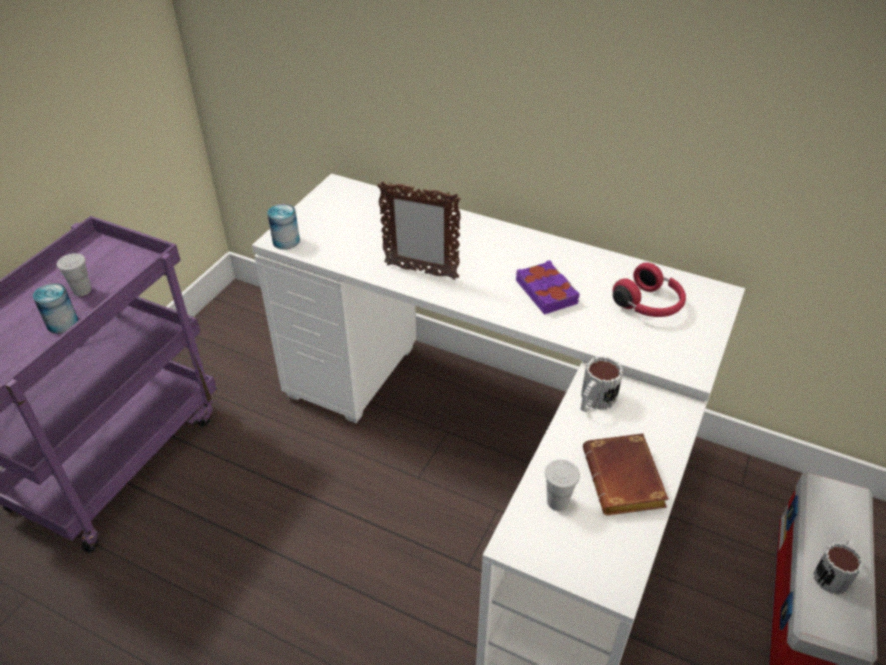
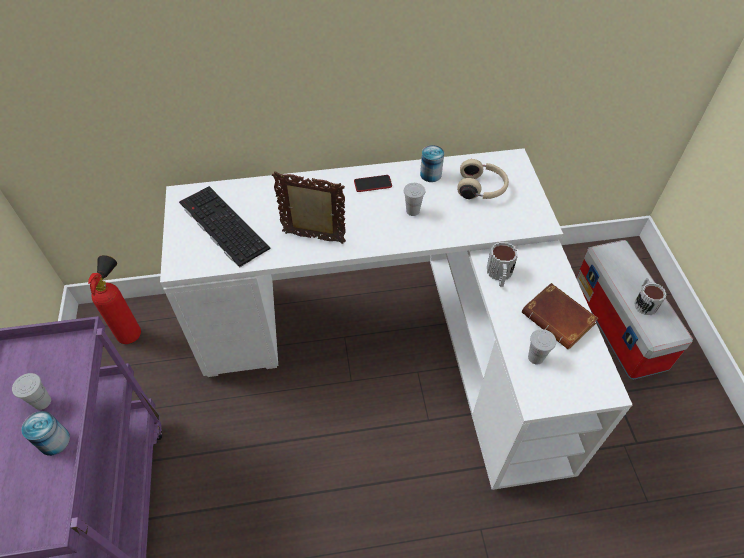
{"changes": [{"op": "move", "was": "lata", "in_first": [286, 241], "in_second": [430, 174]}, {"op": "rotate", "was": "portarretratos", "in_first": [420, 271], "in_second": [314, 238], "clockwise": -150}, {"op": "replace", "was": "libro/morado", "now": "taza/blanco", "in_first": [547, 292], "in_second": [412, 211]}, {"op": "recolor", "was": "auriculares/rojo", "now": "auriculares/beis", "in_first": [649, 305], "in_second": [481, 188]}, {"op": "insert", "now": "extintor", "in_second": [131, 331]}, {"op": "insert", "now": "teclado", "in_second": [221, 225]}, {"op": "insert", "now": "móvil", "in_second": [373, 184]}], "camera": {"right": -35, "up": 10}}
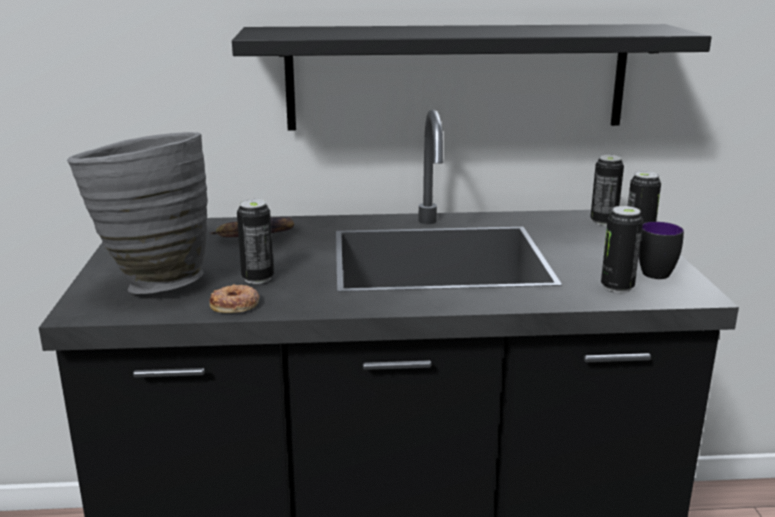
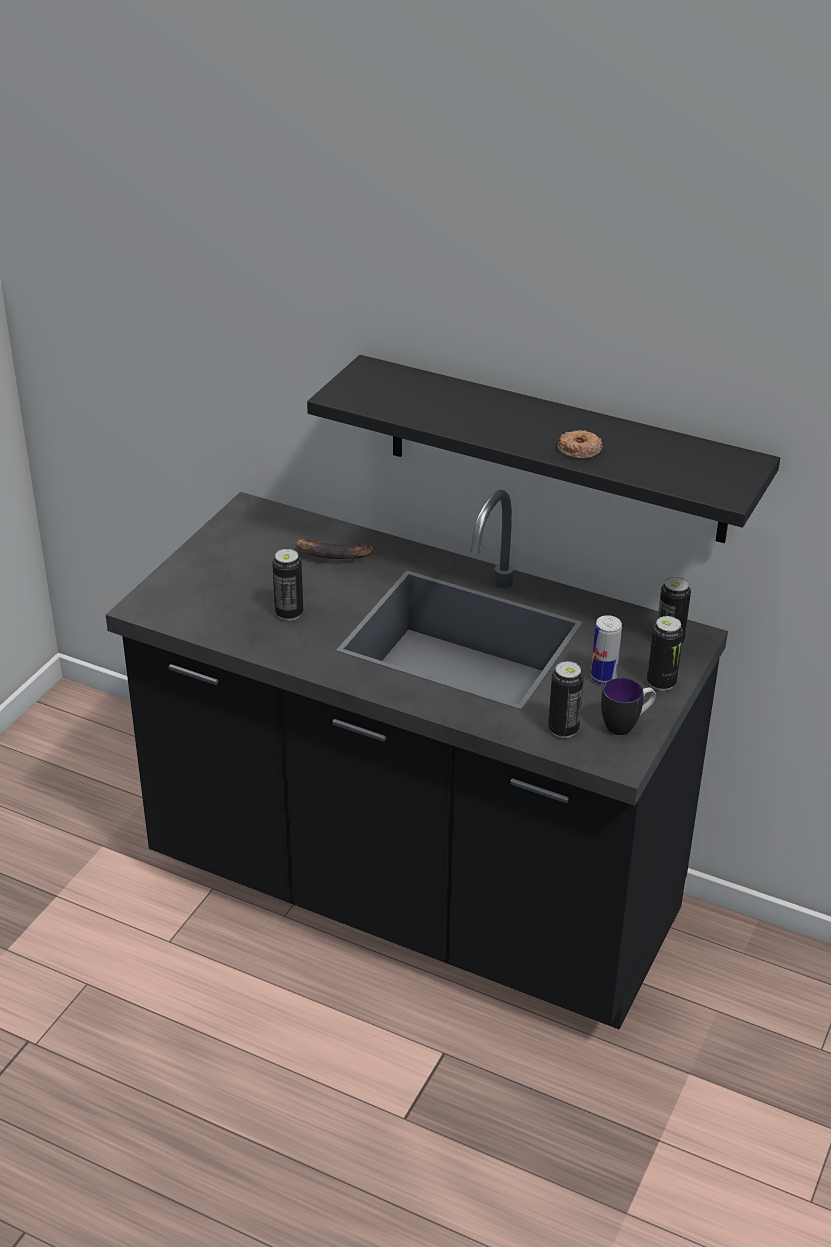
{"changes": [{"op": "delete", "was": "florero/gris", "in_first": [151, 283]}, {"op": "move", "was": "rosquilla", "in_first": [235, 305], "in_second": [580, 449]}, {"op": "insert", "now": "lata", "in_second": [603, 678]}], "camera": {"right": 30, "up": 15}}
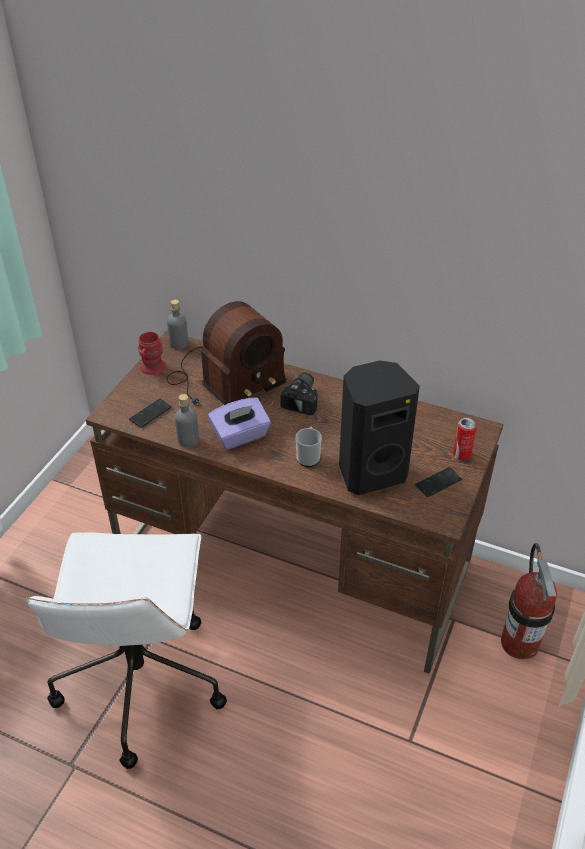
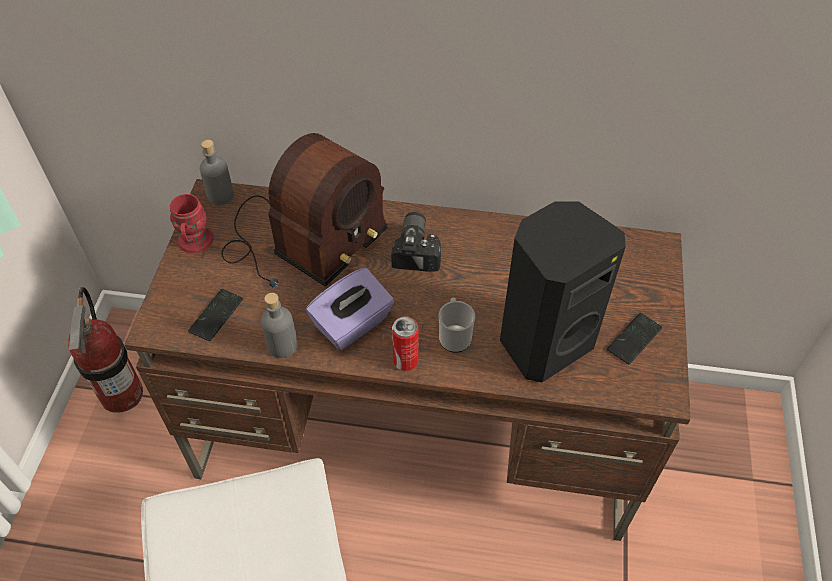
{"changes": [{"op": "move", "was": "lata", "in_first": [461, 455], "in_second": [405, 361]}, {"op": "move", "was": "extintor", "in_first": [519, 643], "in_second": [121, 394]}], "camera": {"right": -15, "up": 10}}
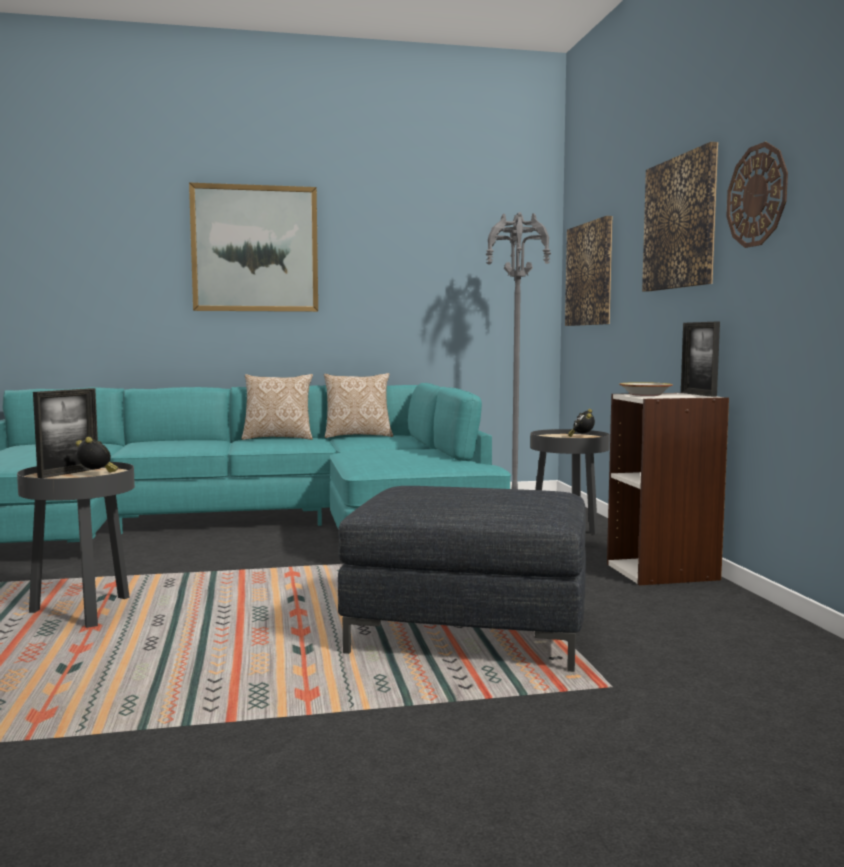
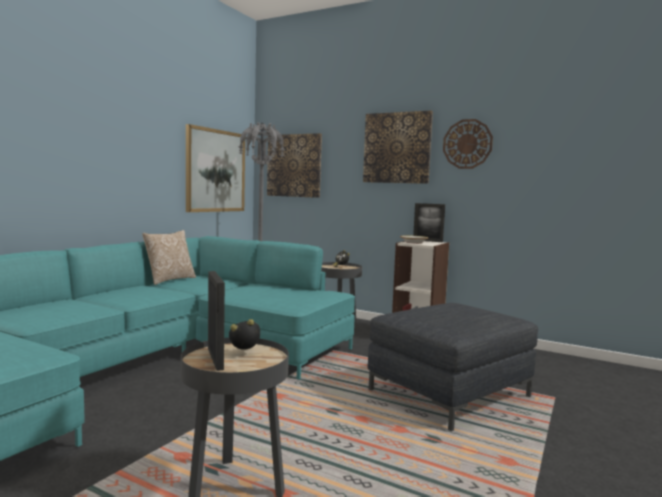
{"changes": [{"op": "move", "was": "cuadro", "in_first": [255, 249], "in_second": [215, 171]}, {"op": "delete", "was": "cojín", "in_first": [278, 438]}], "camera": {"right": -50, "up": 0}}
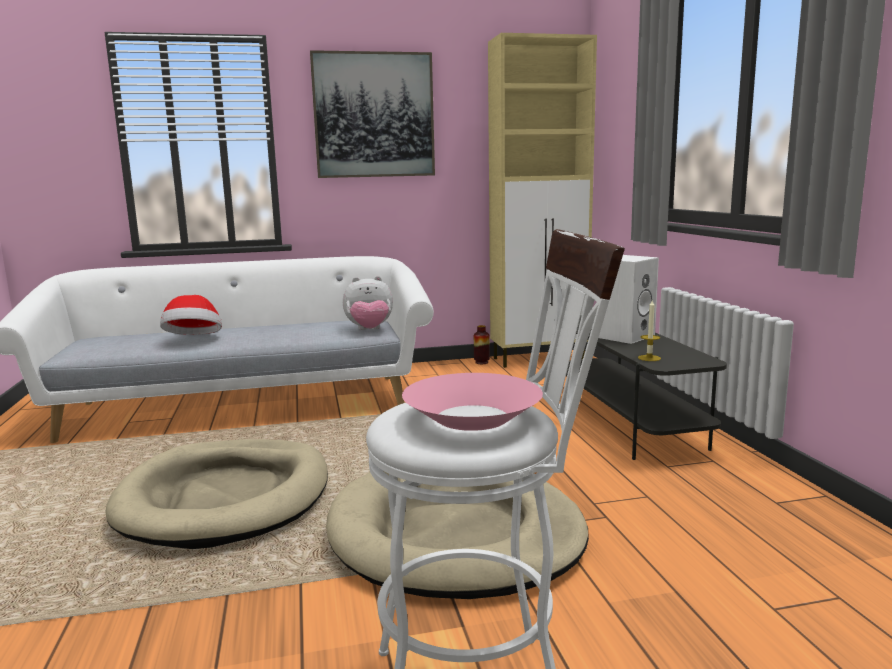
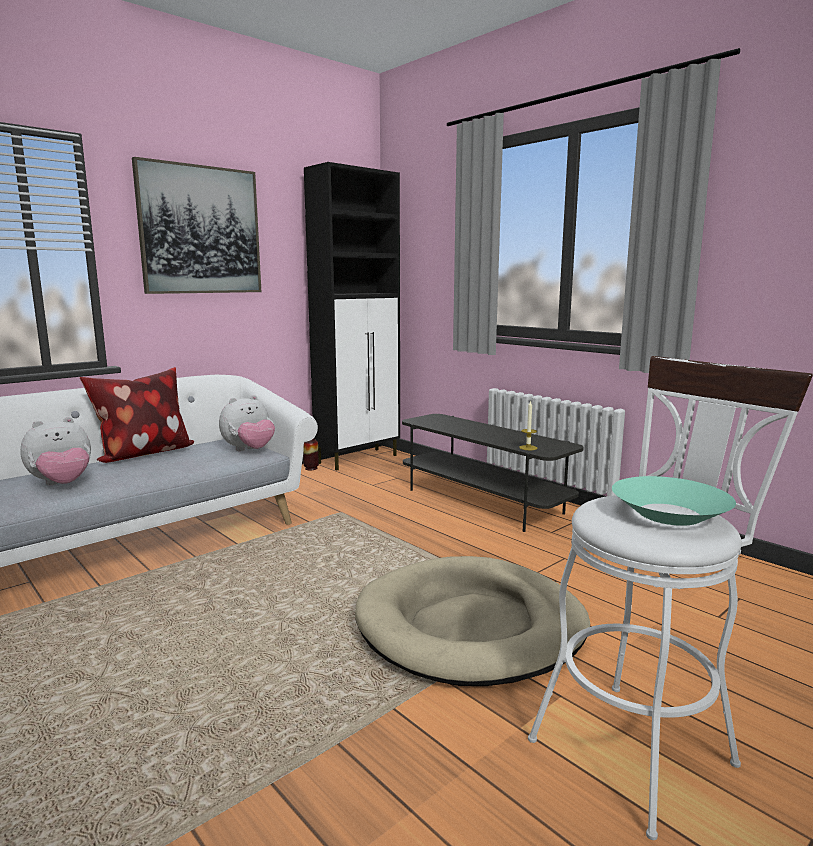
{"changes": [{"op": "delete", "was": "cama para perro/beis", "in_first": [226, 498]}, {"op": "replace", "was": "sombrero", "now": "peluche", "in_first": [194, 339], "in_second": [62, 484]}, {"op": "recolor", "was": "cuenco/rosa", "now": "cuenco/turquesa", "in_first": [473, 417], "in_second": [670, 514]}, {"op": "recolor", "was": "armario/beis", "now": "armario/negro", "in_first": [539, 359], "in_second": [359, 459]}, {"op": "delete", "was": "altavoz/blanco", "in_first": [625, 336]}, {"op": "insert", "now": "cojín", "in_second": [143, 454]}], "camera": {"right": -30, "up": 0}}
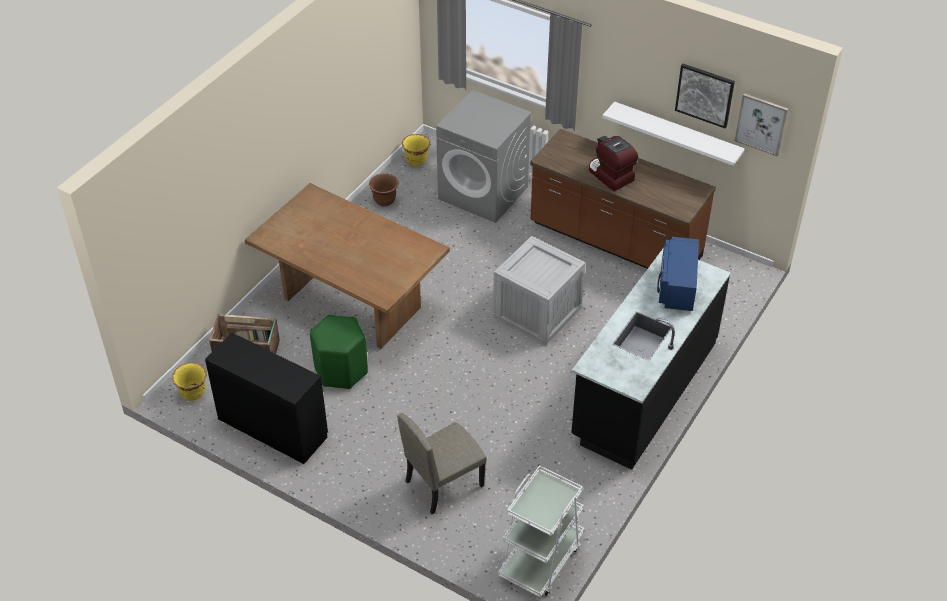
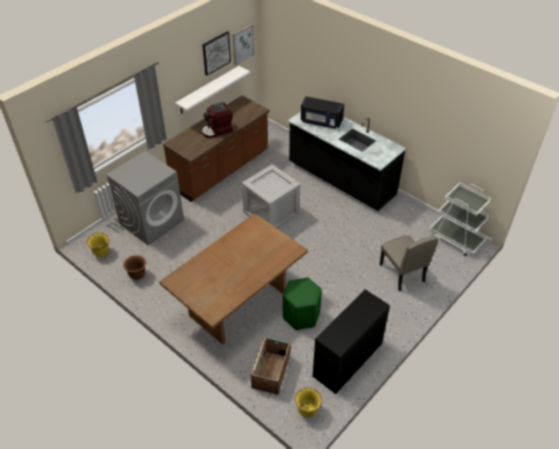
{"changes": [{"op": "recolor", "was": "microondas/azul", "now": "microondas/negro", "in_first": [676, 286], "in_second": [321, 121]}], "camera": {"right": -80, "up": 0}}
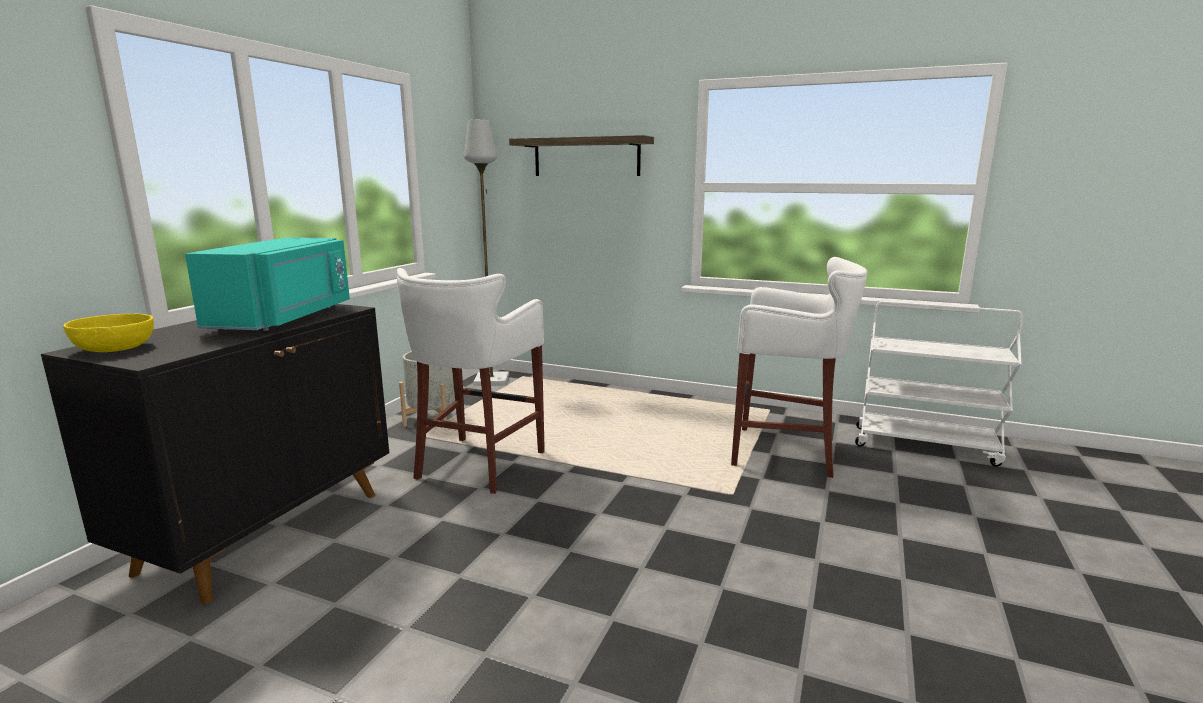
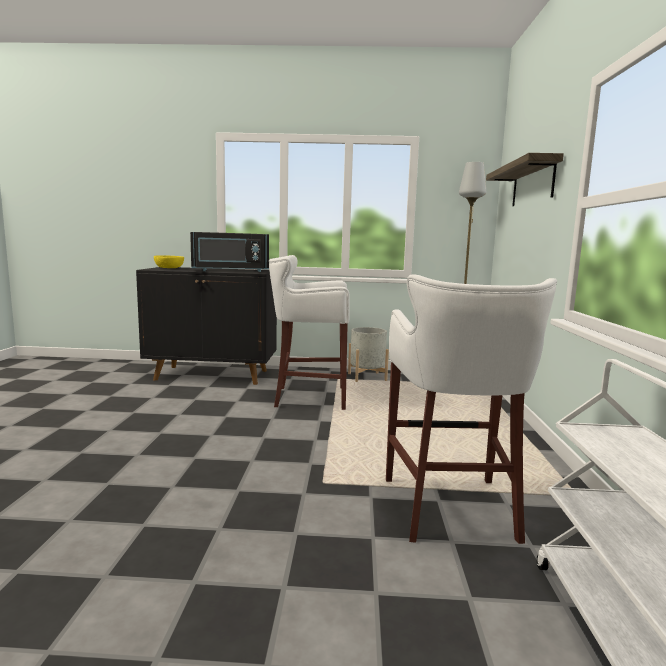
{"changes": [{"op": "recolor", "was": "microondas/turquesa", "now": "microondas/negro", "in_first": [286, 318], "in_second": [230, 271]}], "camera": {"right": 70, "up": -5}}
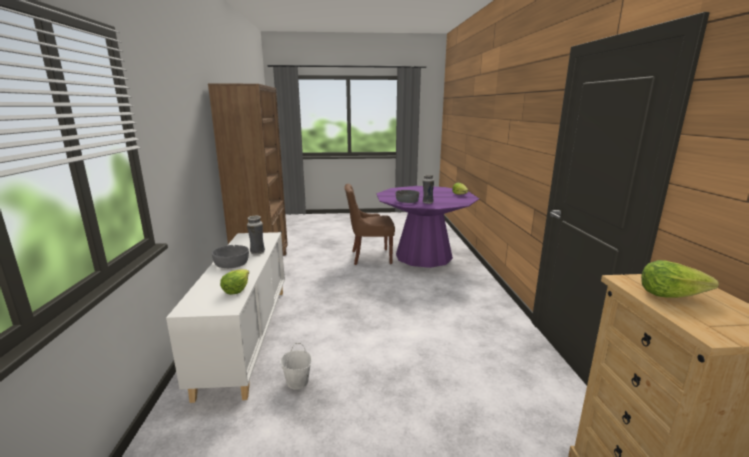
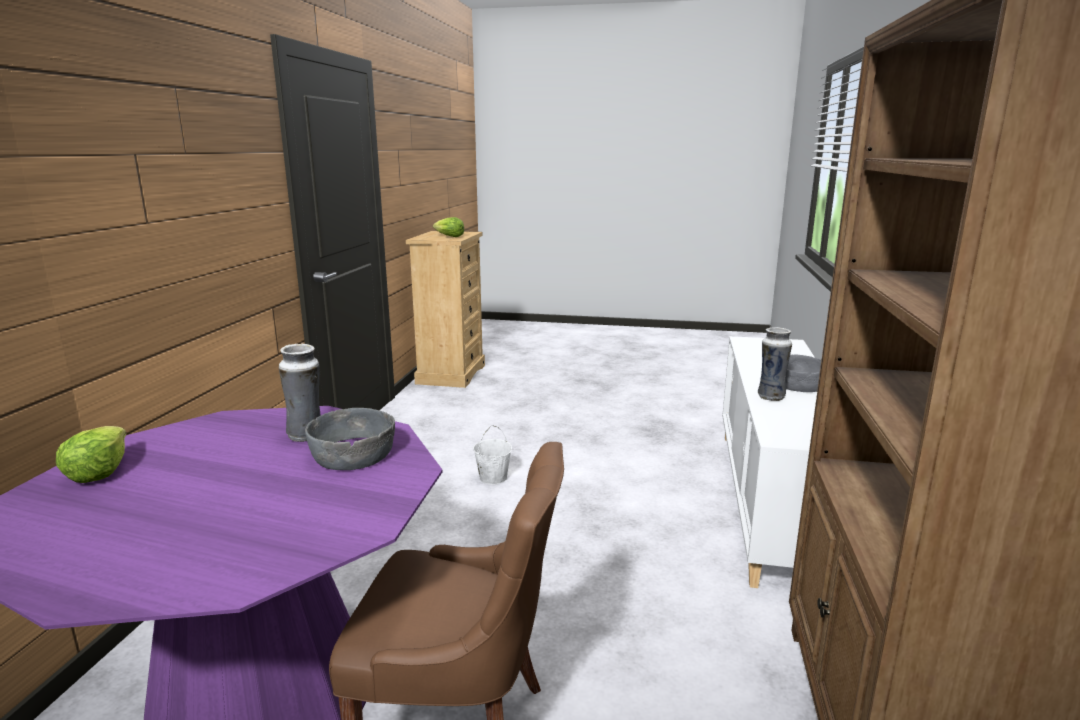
{"changes": [{"op": "delete", "was": "lechuga", "in_first": [236, 289]}, {"op": "move", "was": "cubo/blanco", "in_first": [297, 382], "in_second": [492, 478]}], "camera": {"right": -165, "up": 0}}
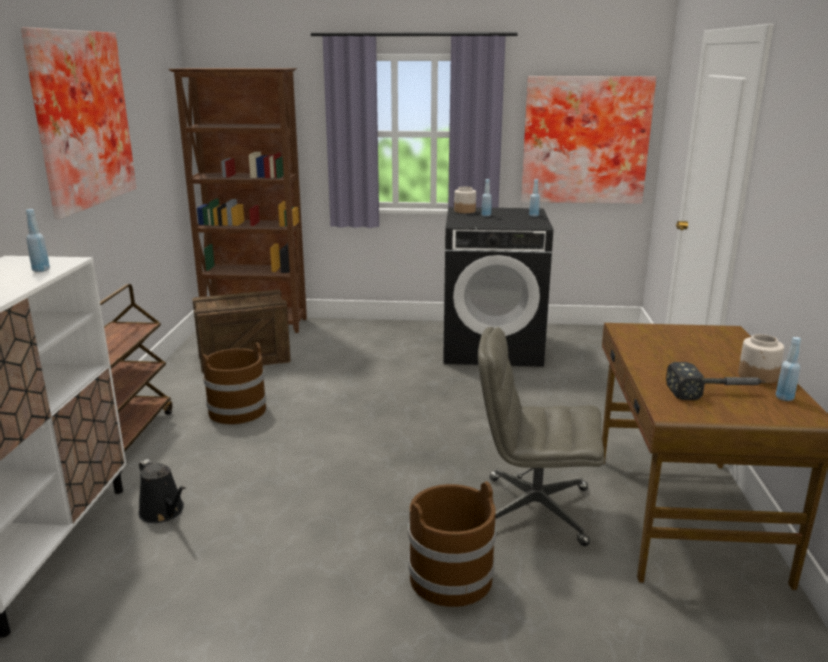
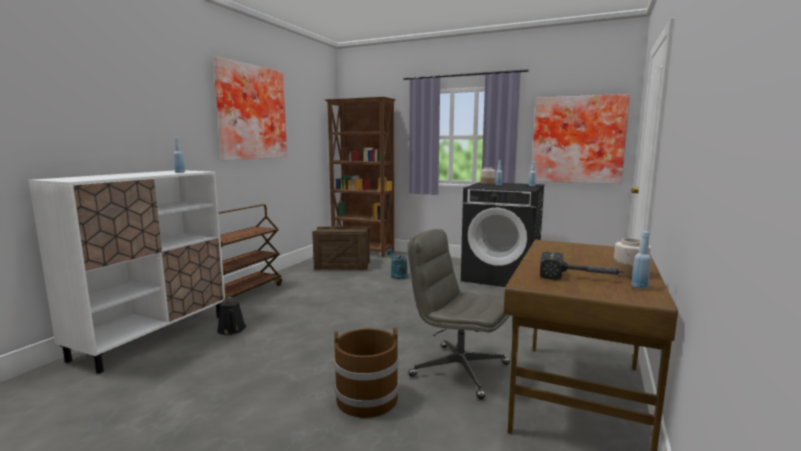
{"changes": [{"op": "delete", "was": "cubo/marrón", "in_first": [237, 410]}, {"op": "insert", "now": "regadera/turquesa", "in_second": [397, 275]}], "camera": {"right": 20, "up": -10}}
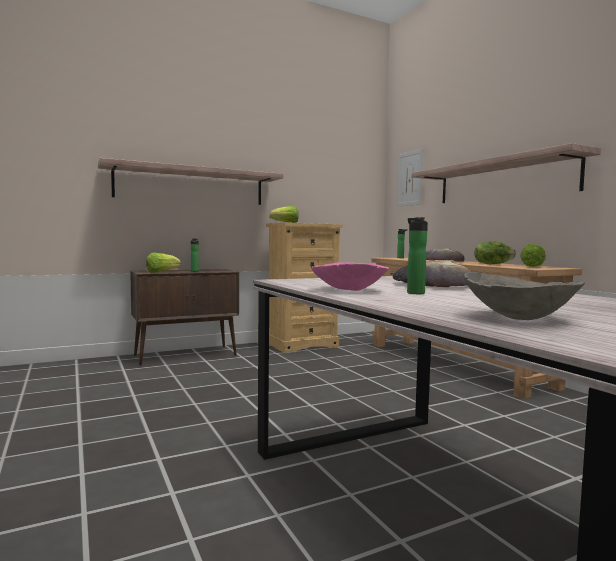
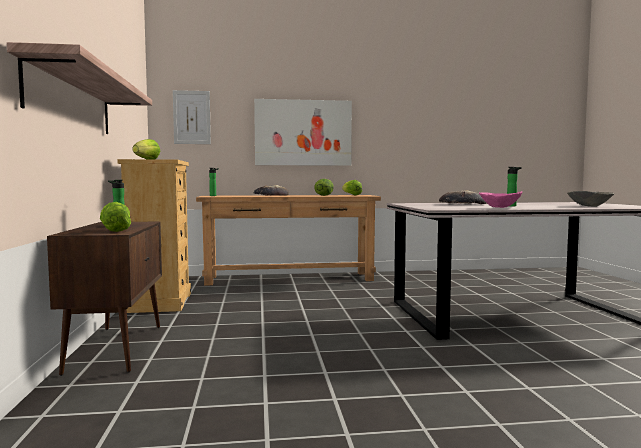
{"changes": [{"op": "replace", "was": "estante", "now": "cuadro", "in_first": [503, 181], "in_second": [303, 133]}], "camera": {"right": -70, "up": 0}}
